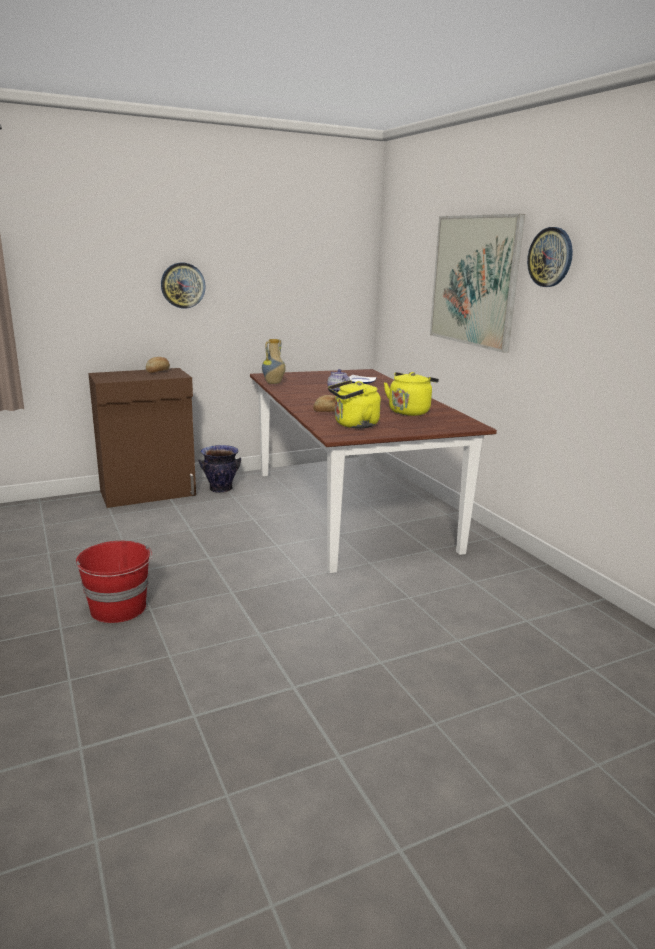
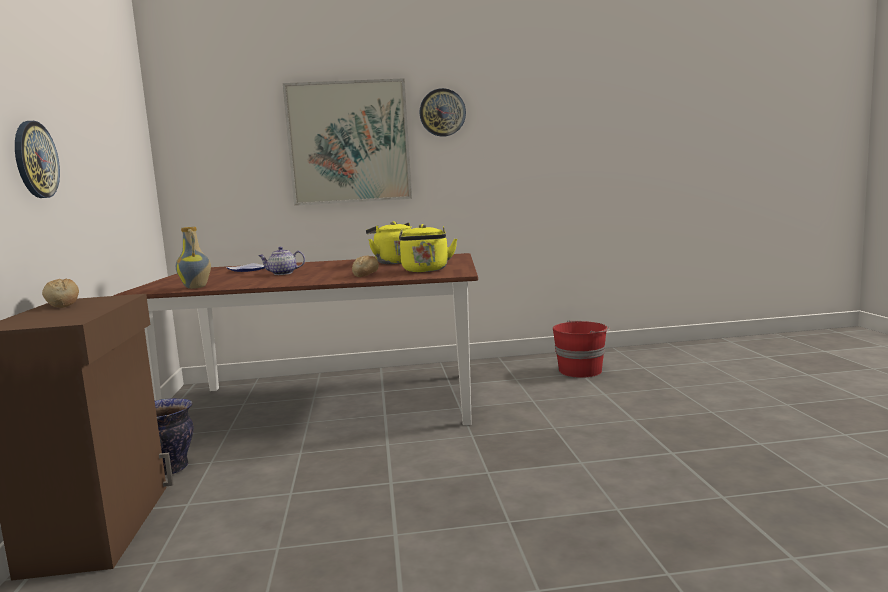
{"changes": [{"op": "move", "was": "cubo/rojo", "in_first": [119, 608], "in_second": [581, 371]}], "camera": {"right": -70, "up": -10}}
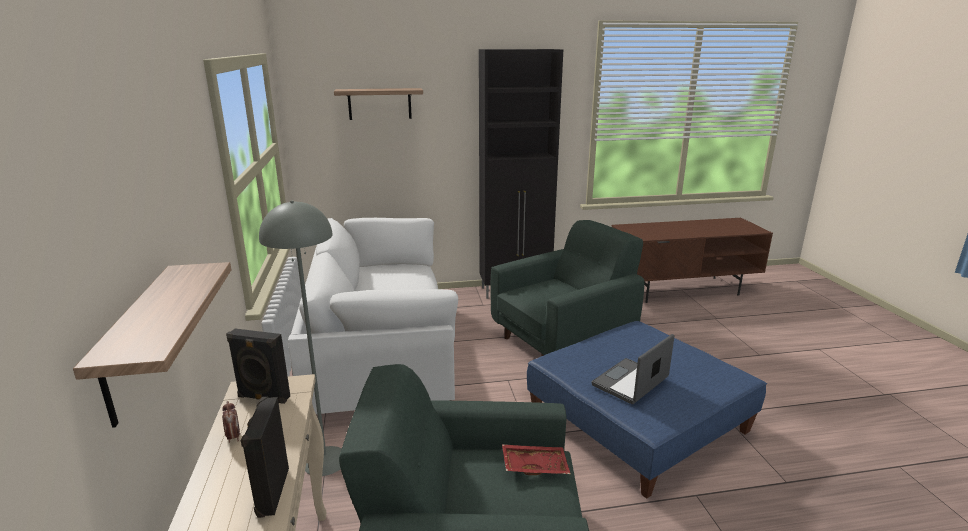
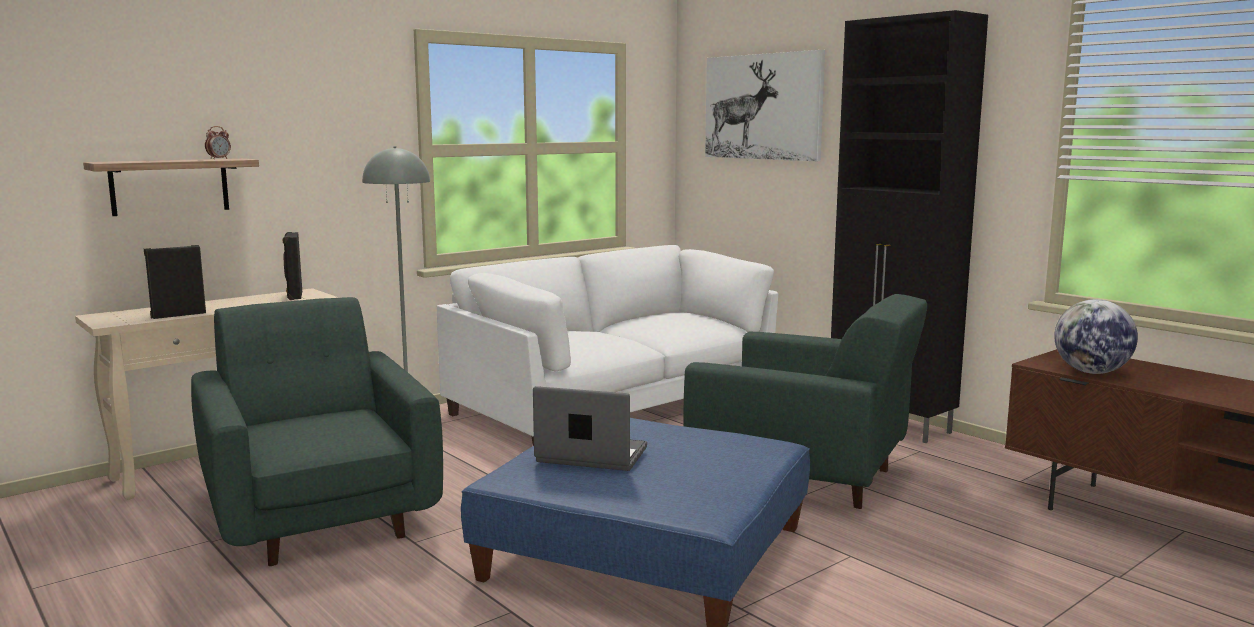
{"changes": [{"op": "move", "was": "despertador", "in_first": [233, 437], "in_second": [219, 159]}, {"op": "replace", "was": "estante", "now": "cuadro", "in_first": [379, 104], "in_second": [762, 107]}, {"op": "delete", "was": "bandeja/rojo", "in_first": [534, 465]}, {"op": "insert", "now": "globo terráqueo", "in_second": [1091, 372]}], "camera": {"right": 60, "up": -10}}
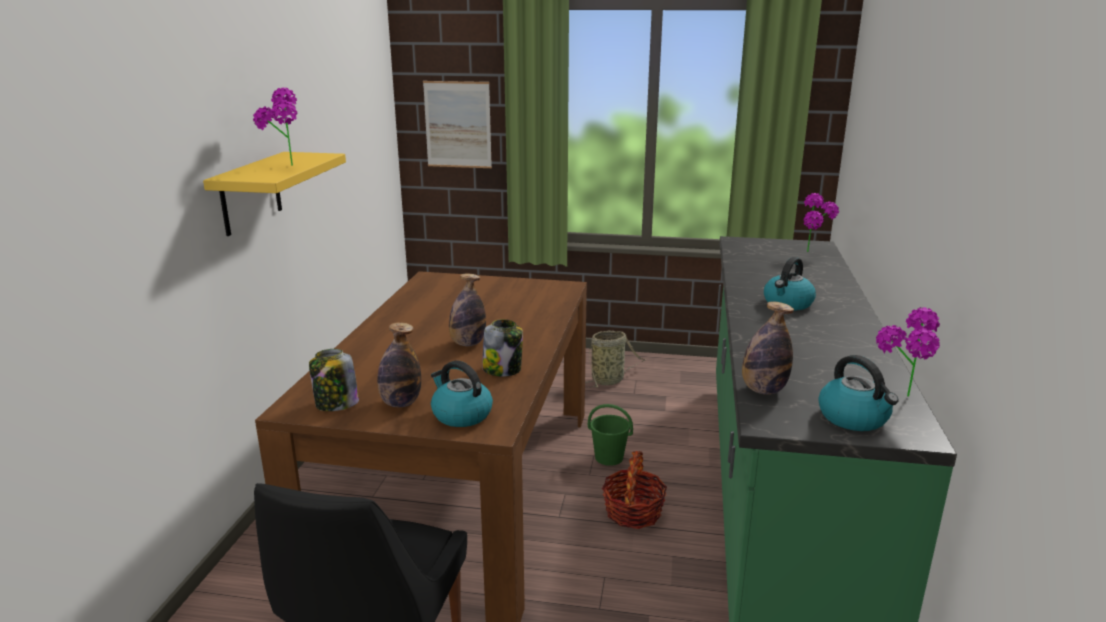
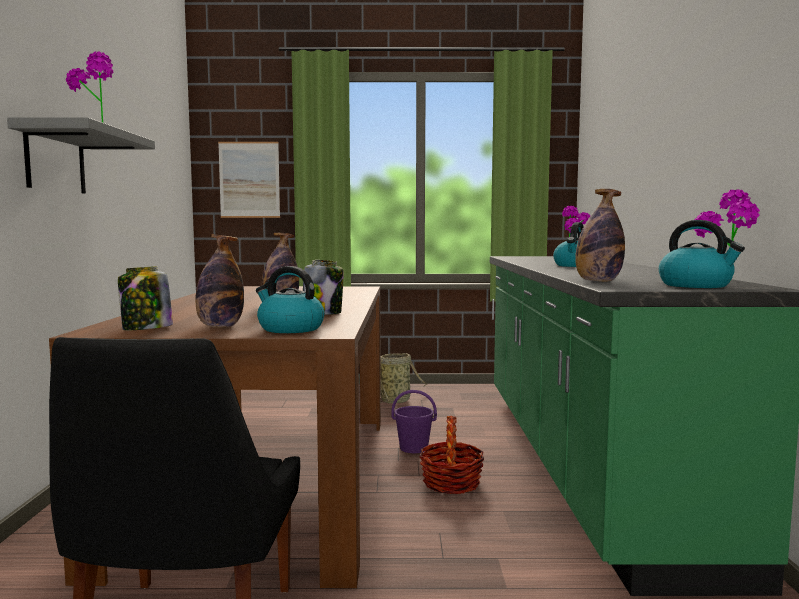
{"changes": [{"op": "recolor", "was": "estante/amarillo", "now": "estante/gris", "in_first": [250, 193], "in_second": [55, 160]}, {"op": "recolor", "was": "cubo/verde", "now": "cubo/morado", "in_first": [609, 458], "in_second": [414, 448]}], "camera": {"right": -10, "up": -15}}
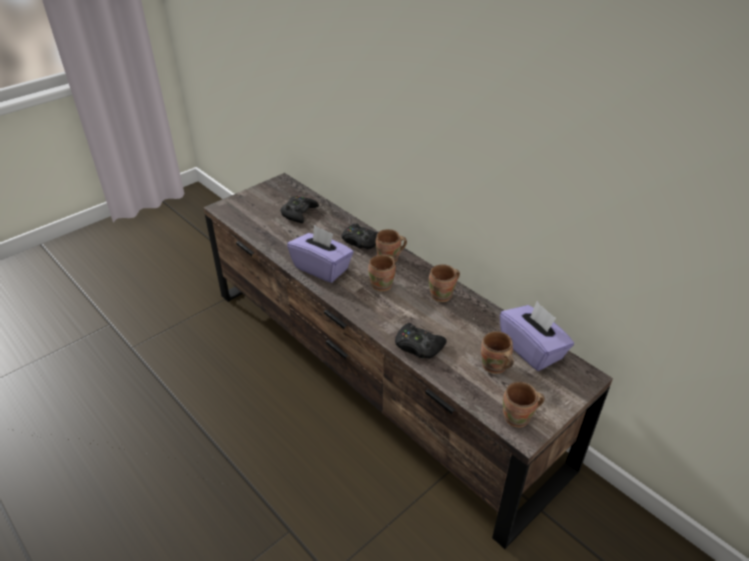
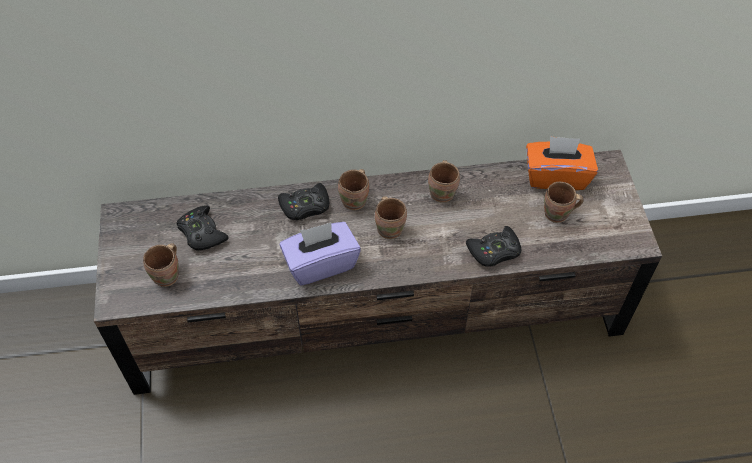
{"changes": [{"op": "recolor", "was": "caja de pañuelos/morado", "now": "caja de pañuelos/naranja", "in_first": [532, 349], "in_second": [556, 176]}, {"op": "move", "was": "taza grande/marrón", "in_first": [519, 419], "in_second": [168, 275]}], "camera": {"right": -55, "up": 15}}
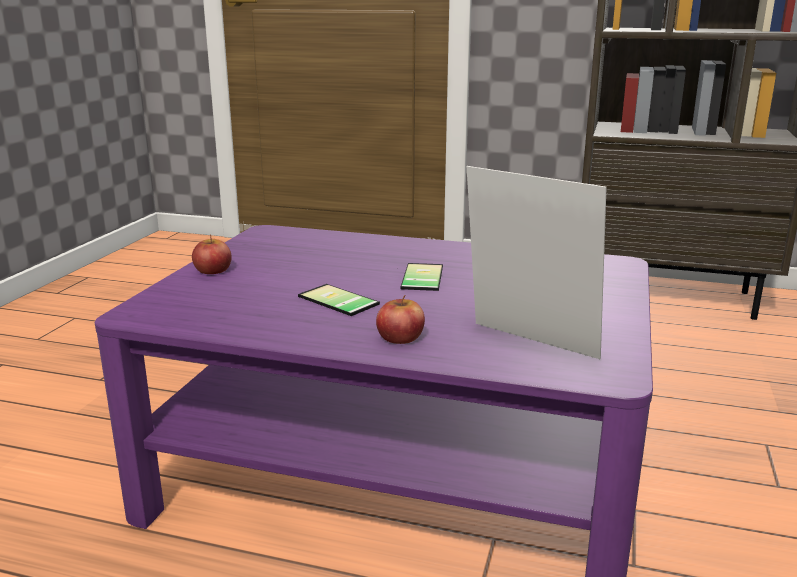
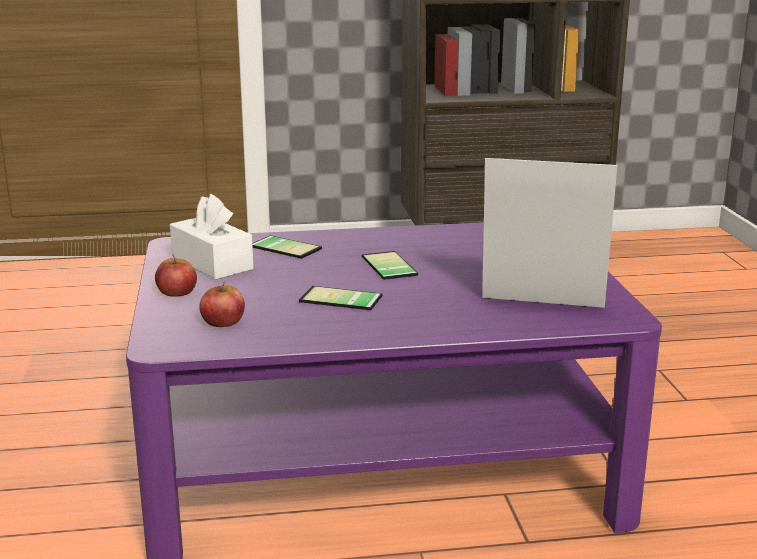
{"changes": [{"op": "move", "was": "manzana", "in_first": [400, 337], "in_second": [223, 321]}, {"op": "insert", "now": "caja de pañuelos/blanco", "in_second": [212, 263]}, {"op": "insert", "now": "móvil", "in_second": [287, 246]}], "camera": {"right": -25, "up": 0}}
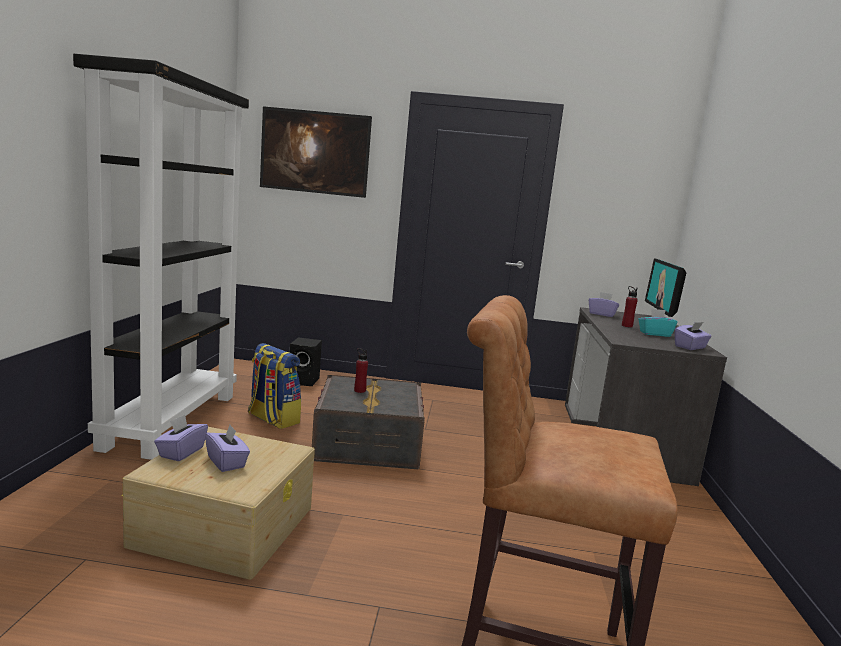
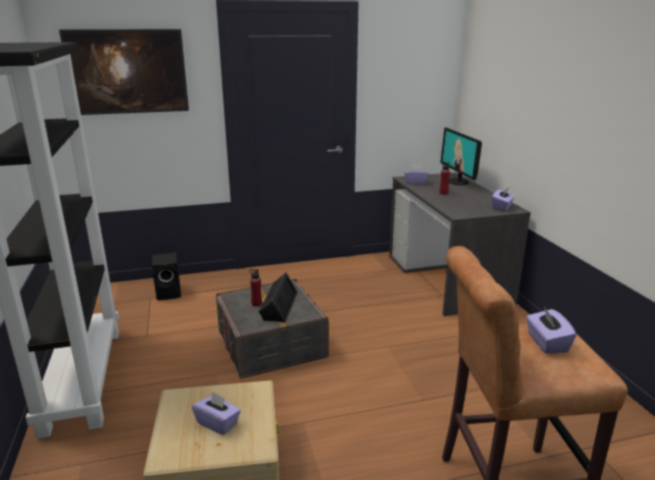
{"changes": [{"op": "move", "was": "caja de pañuelos/morado", "in_first": [181, 452], "in_second": [546, 343]}, {"op": "delete", "was": "mochila", "in_first": [272, 419]}, {"op": "delete", "was": "caja de pañuelos/turquesa", "in_first": [654, 334]}, {"op": "insert", "now": "altavoz/negro", "in_second": [278, 305]}], "camera": {"right": -20, "up": 10}}
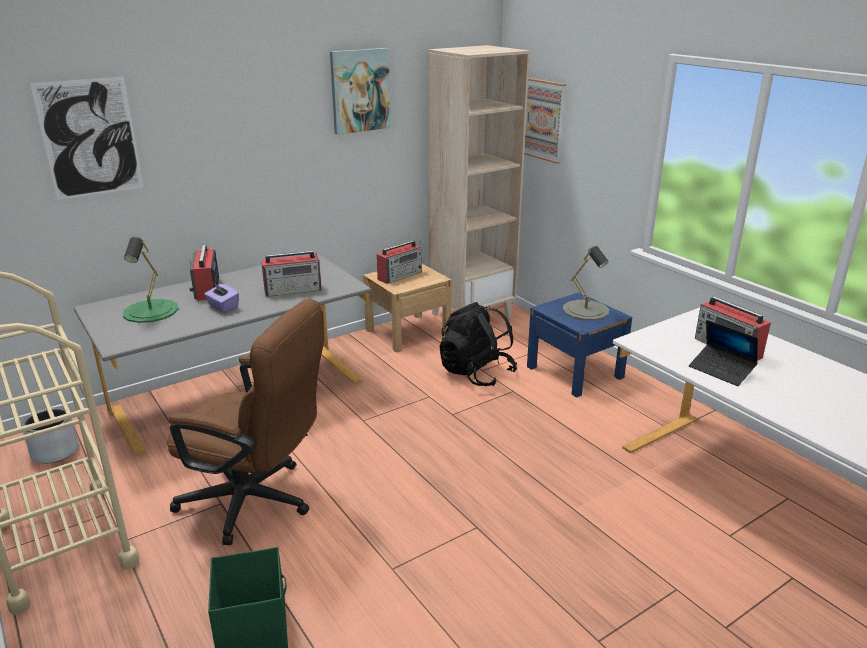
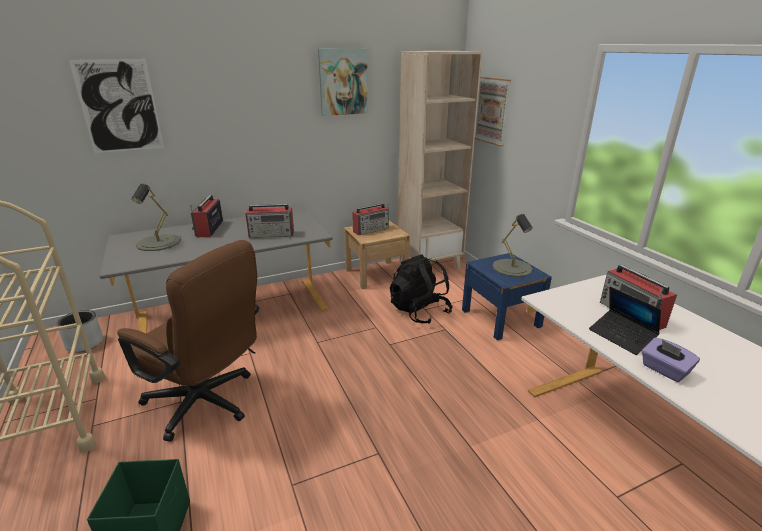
{"changes": [{"op": "recolor", "was": "lámpara de mesa/verde", "now": "lámpara de mesa/gris", "in_first": [151, 311], "in_second": [158, 242]}, {"op": "move", "was": "caja de pañuelos/morado", "in_first": [223, 307], "in_second": [664, 370]}], "camera": {"right": 10, "up": 0}}
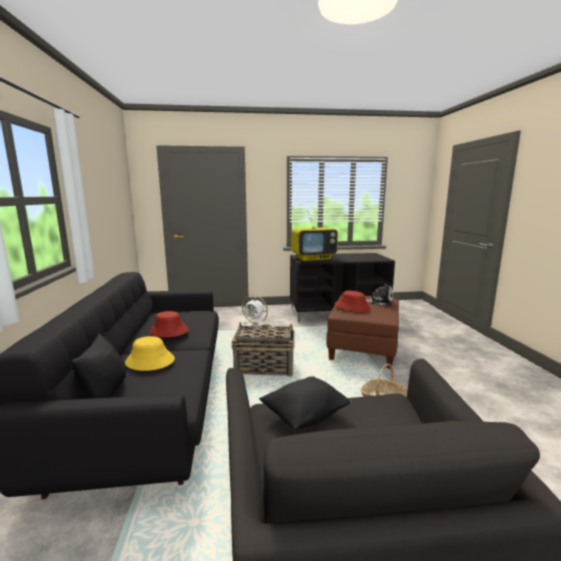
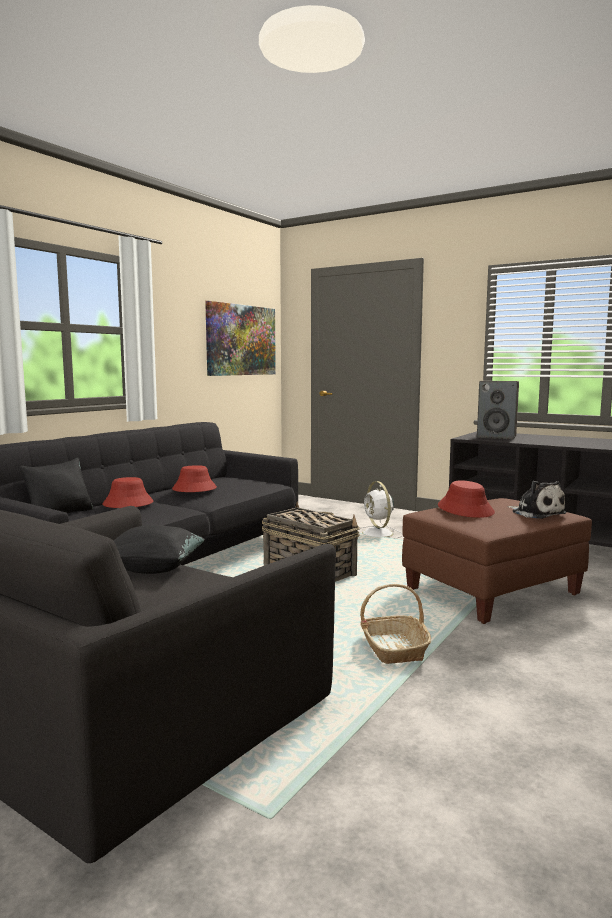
{"changes": [{"op": "recolor", "was": "sombrero/amarillo", "now": "sombrero/rojo", "in_first": [149, 361], "in_second": [128, 504]}, {"op": "replace", "was": "televisor", "now": "altavoz", "in_first": [313, 258], "in_second": [497, 437]}, {"op": "insert", "now": "cuadro", "in_second": [241, 340]}], "camera": {"right": 40, "up": -5}}
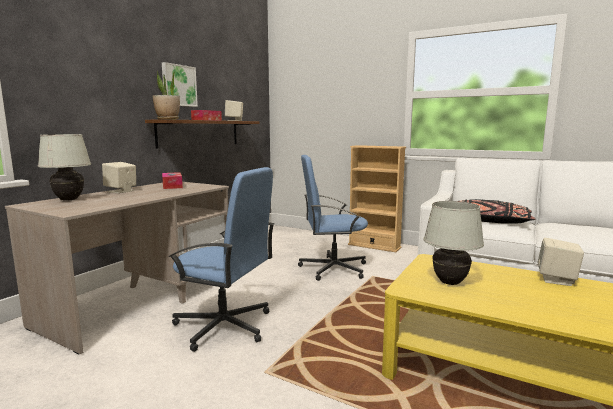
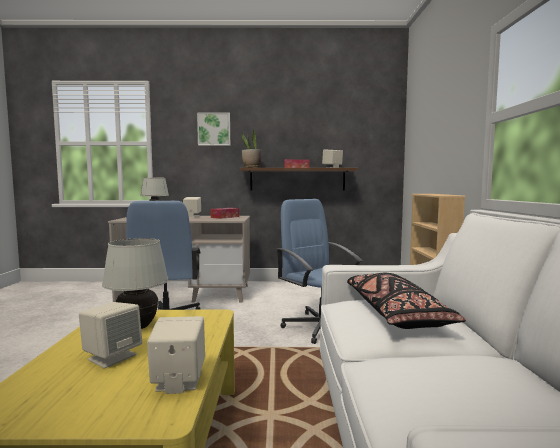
{"changes": [{"op": "move", "was": "cuadro", "in_first": [178, 85], "in_second": [214, 129]}, {"op": "insert", "now": "altavoz/beis", "in_second": [112, 357]}], "camera": {"right": 60, "up": -5}}
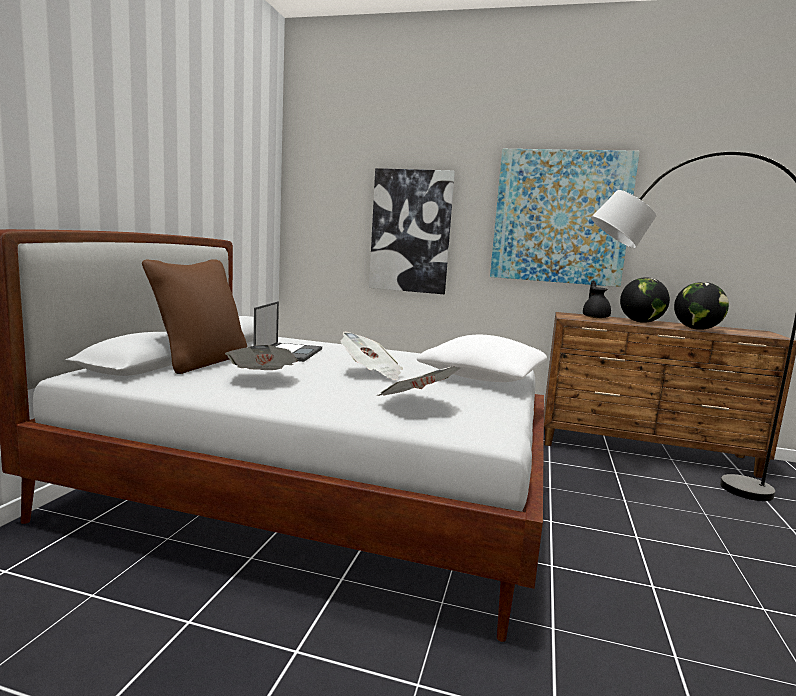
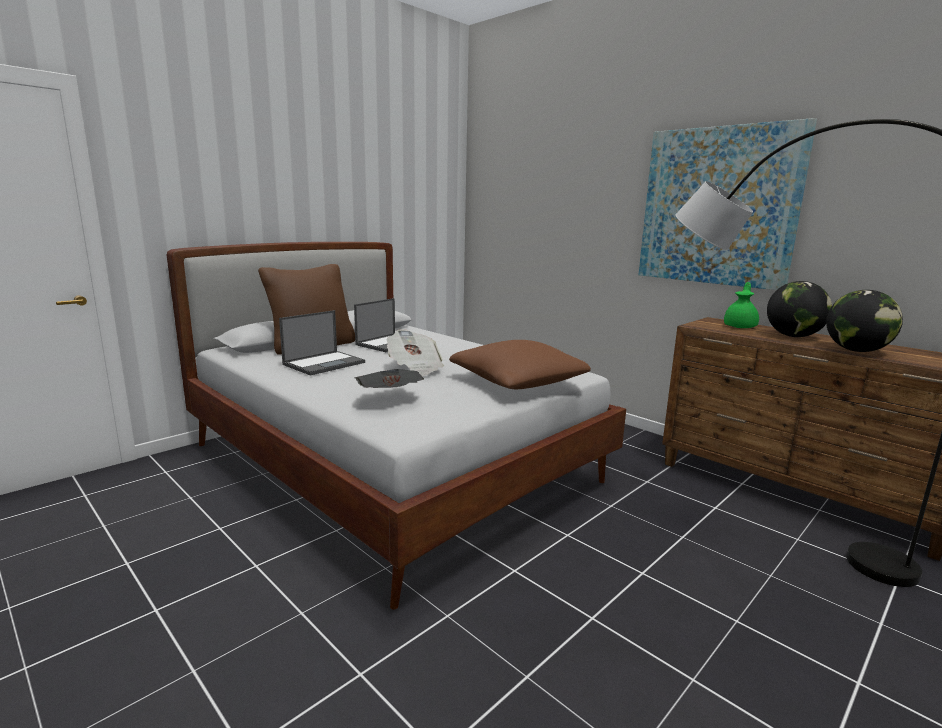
{"changes": [{"op": "replace", "was": "periódico", "now": "portátil", "in_first": [262, 378], "in_second": [324, 363]}, {"op": "delete", "was": "cuadro", "in_first": [411, 231]}, {"op": "recolor", "was": "cojín/blanco", "now": "cojín/marrón", "in_first": [482, 377], "in_second": [517, 382]}, {"op": "recolor", "was": "tetera/negro", "now": "tetera/verde", "in_first": [595, 317], "in_second": [740, 327]}], "camera": {"right": 30, "up": 5}}
